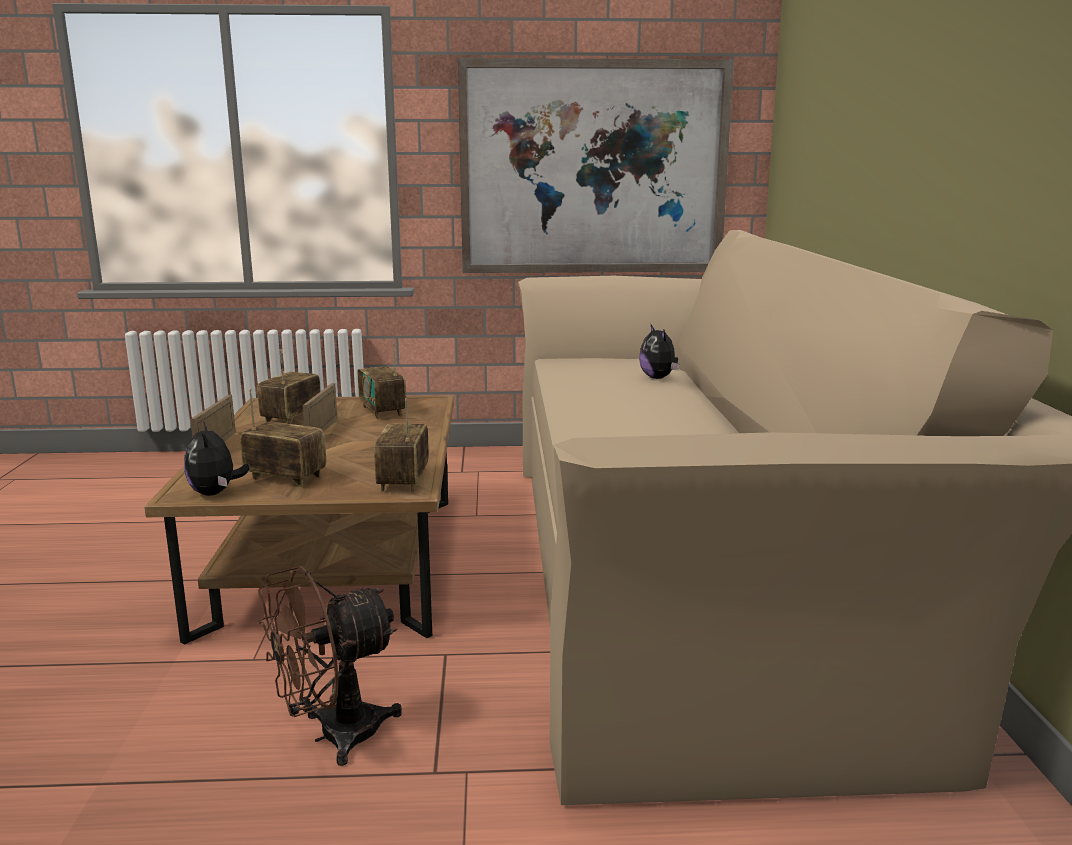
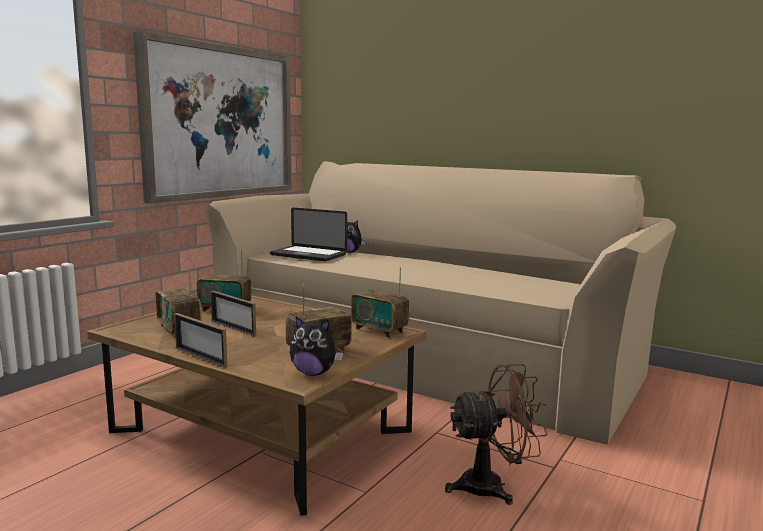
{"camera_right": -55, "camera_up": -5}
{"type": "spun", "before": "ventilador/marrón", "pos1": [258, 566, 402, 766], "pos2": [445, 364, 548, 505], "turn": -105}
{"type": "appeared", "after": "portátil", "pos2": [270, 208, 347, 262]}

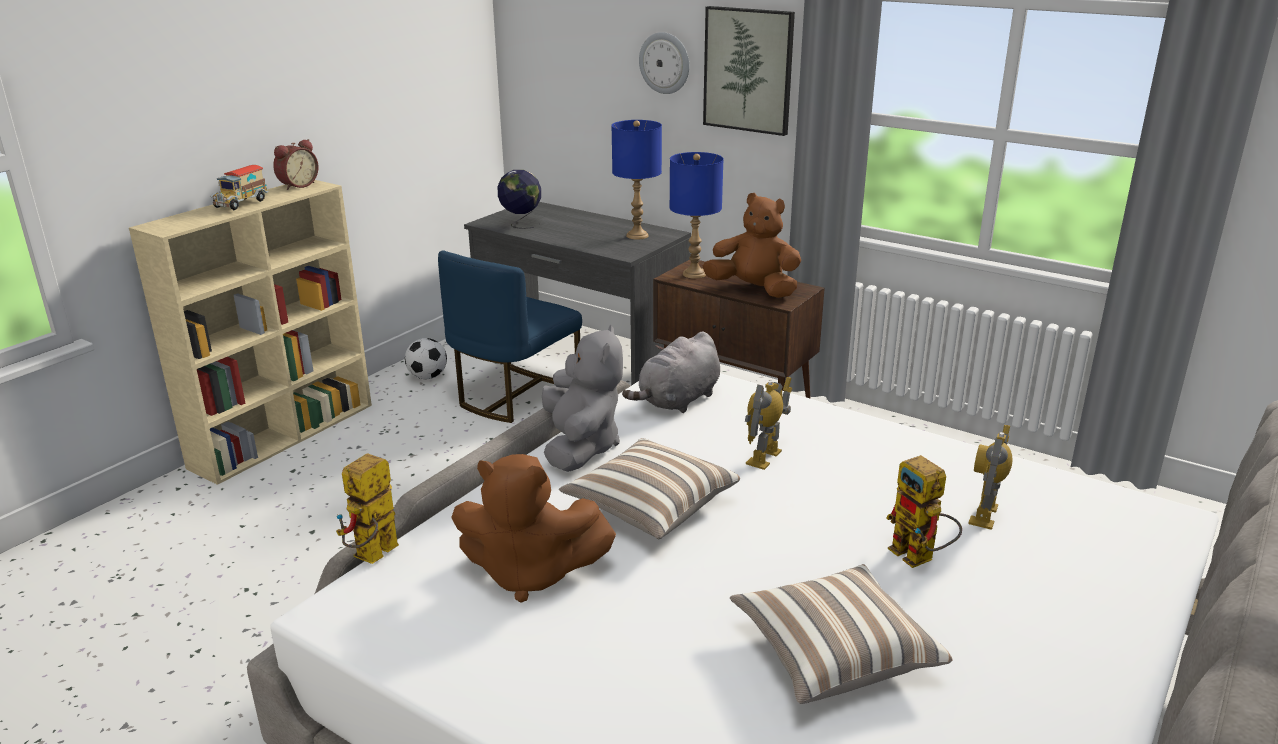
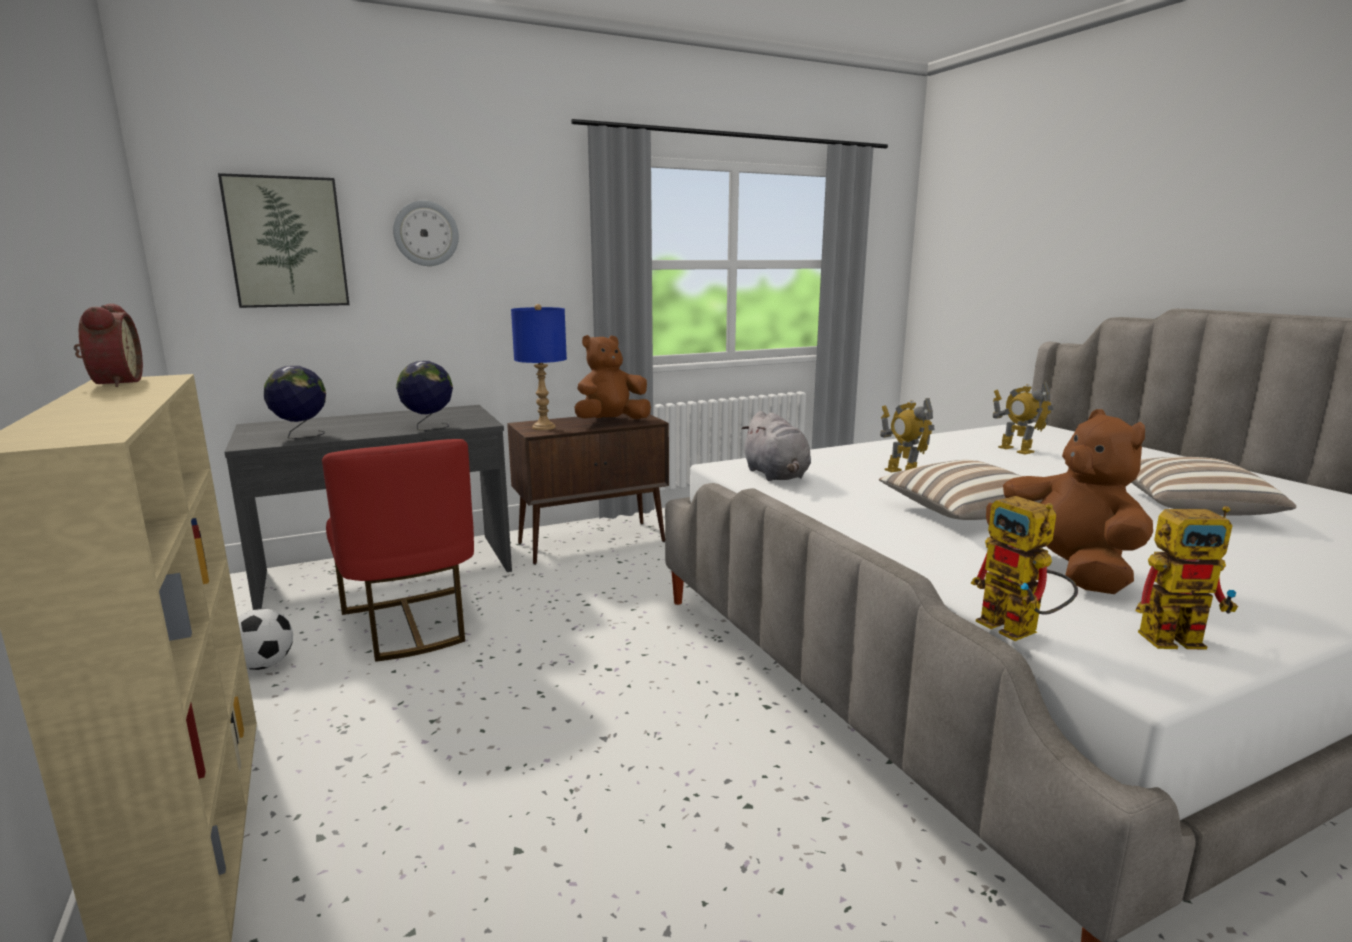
{"camera_right": -60, "camera_up": -10}
{"type": "relocated", "before": "cuadro", "pos1": [703, 6, 795, 136], "pos2": [218, 173, 349, 308]}
{"type": "missing", "before": "lámpara de mesa/azul", "pos1": [611, 120, 662, 240]}
{"type": "missing", "before": "camión de juguete", "pos1": [209, 165, 269, 210]}
{"type": "colour", "before": "silla/azul", "after": "silla/rojo", "pos1": [438, 250, 582, 423], "pos2": [322, 439, 474, 662]}
{"type": "missing", "before": "peluche/gris", "pos1": [542, 324, 623, 472]}
{"type": "spun", "before": "peluche/marrón", "pos1": [451, 454, 616, 603], "pos2": [986, 409, 1153, 594], "turn": -60}
{"type": "relocated", "before": "robot de juguete", "pos1": [886, 455, 962, 568], "pos2": [1136, 506, 1238, 650]}
{"type": "appeared", "after": "globo terráqueo", "pos2": [396, 361, 453, 431]}

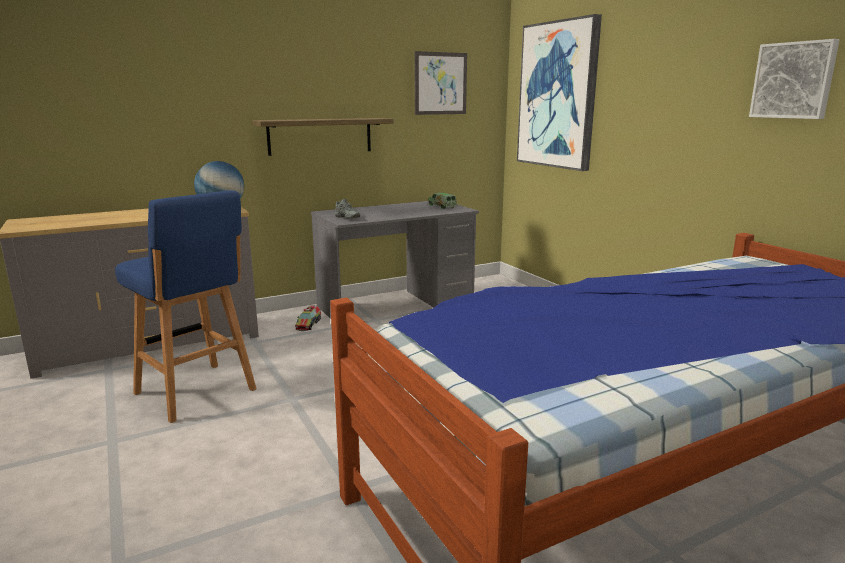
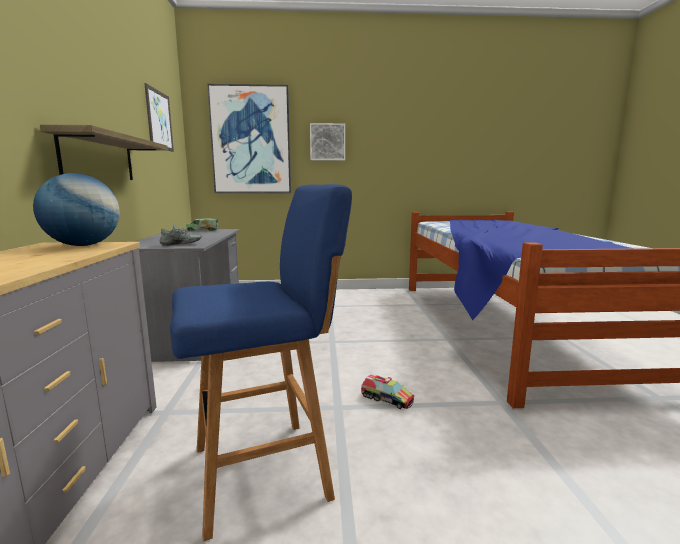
{"camera_right": -65, "camera_up": -5}
{"type": "relocated", "before": "cuadro", "pos1": [749, 39, 840, 119], "pos2": [310, 123, 345, 160]}
{"type": "relocated", "before": "camión de juguete", "pos1": [295, 305, 321, 331], "pos2": [361, 374, 414, 409]}

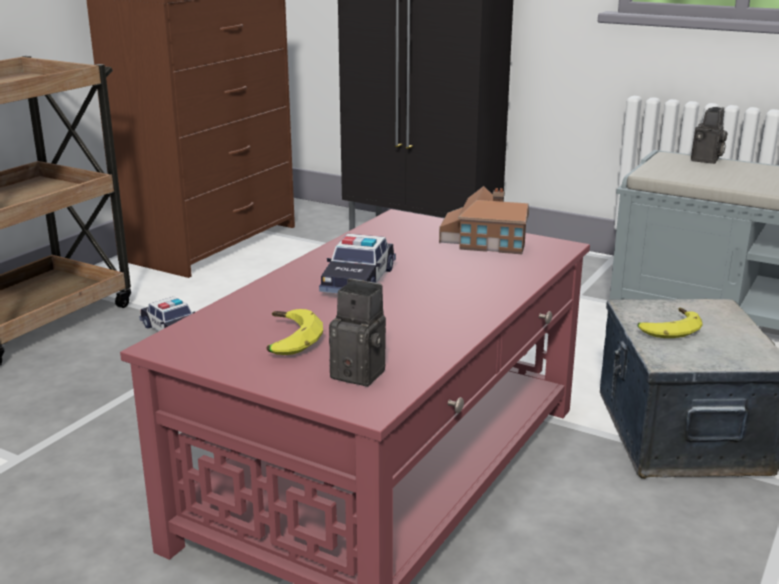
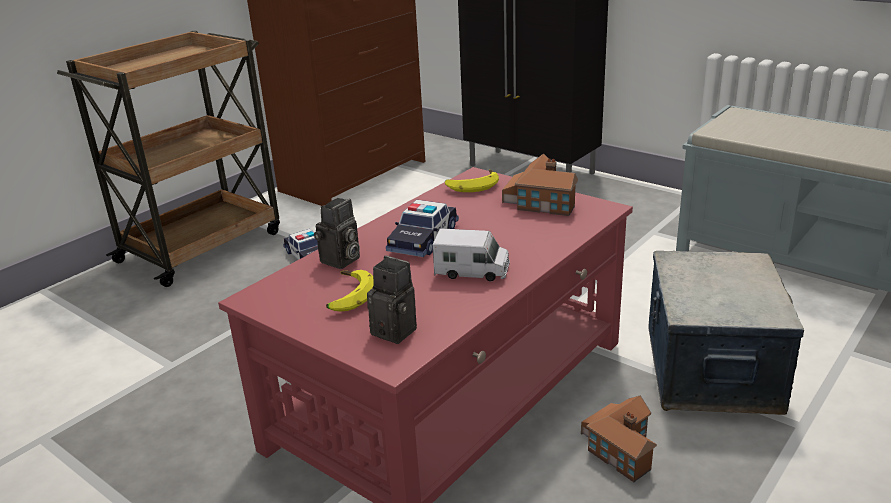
{"camera_right": 10, "camera_up": 5}
{"type": "relocated", "before": "cámara", "pos1": [691, 107, 727, 164], "pos2": [314, 198, 360, 269]}
{"type": "relocated", "before": "plátano", "pos1": [637, 308, 703, 338], "pos2": [445, 169, 499, 192]}
{"type": "appeared", "after": "camión de juguete", "pos2": [433, 228, 510, 282]}
{"type": "appeared", "after": "casita", "pos2": [581, 395, 657, 482]}

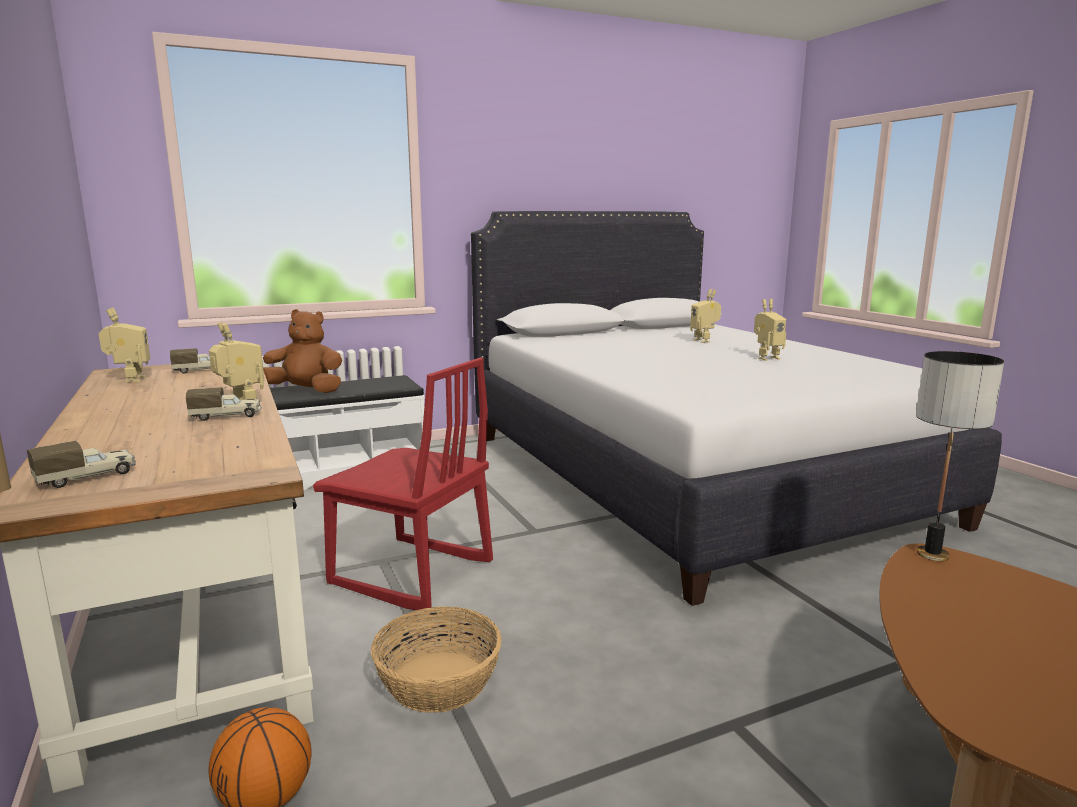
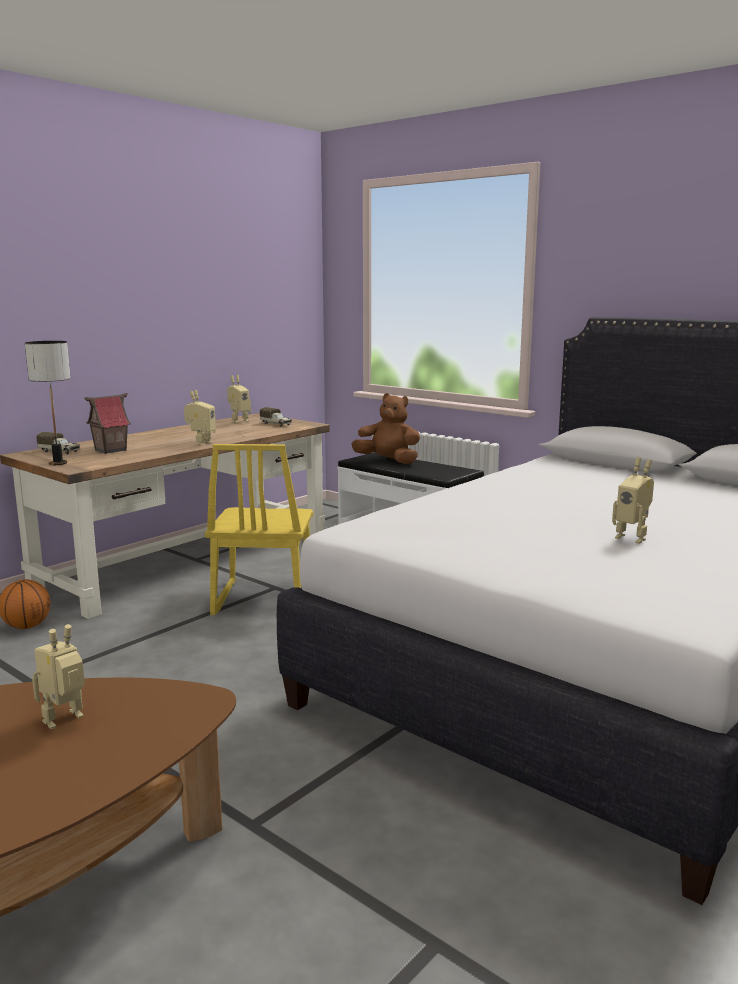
{"camera_right": 65, "camera_up": 0}
{"type": "relocated", "before": "robot de juguete", "pos1": [690, 289, 721, 343], "pos2": [32, 624, 85, 729]}
{"type": "spun", "before": "peluche/marrón", "pos1": [263, 309, 342, 393], "pos2": [351, 393, 420, 464], "turn": -45}
{"type": "relocated", "before": "lámpara de mesa", "pos1": [916, 351, 1004, 561], "pos2": [25, 341, 71, 465]}
{"type": "colour", "before": "silla/rojo", "after": "silla/amarillo", "pos1": [313, 358, 493, 612], "pos2": [205, 444, 313, 615]}
{"type": "missing", "before": "camión de juguete", "pos1": [186, 387, 262, 421]}
{"type": "missing", "before": "cesta", "pos1": [371, 606, 502, 713]}
{"type": "appeared", "after": "casita", "pos2": [84, 393, 131, 454]}

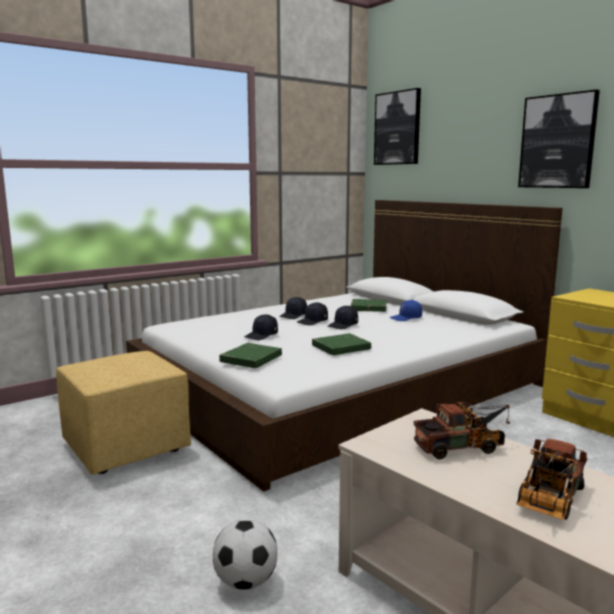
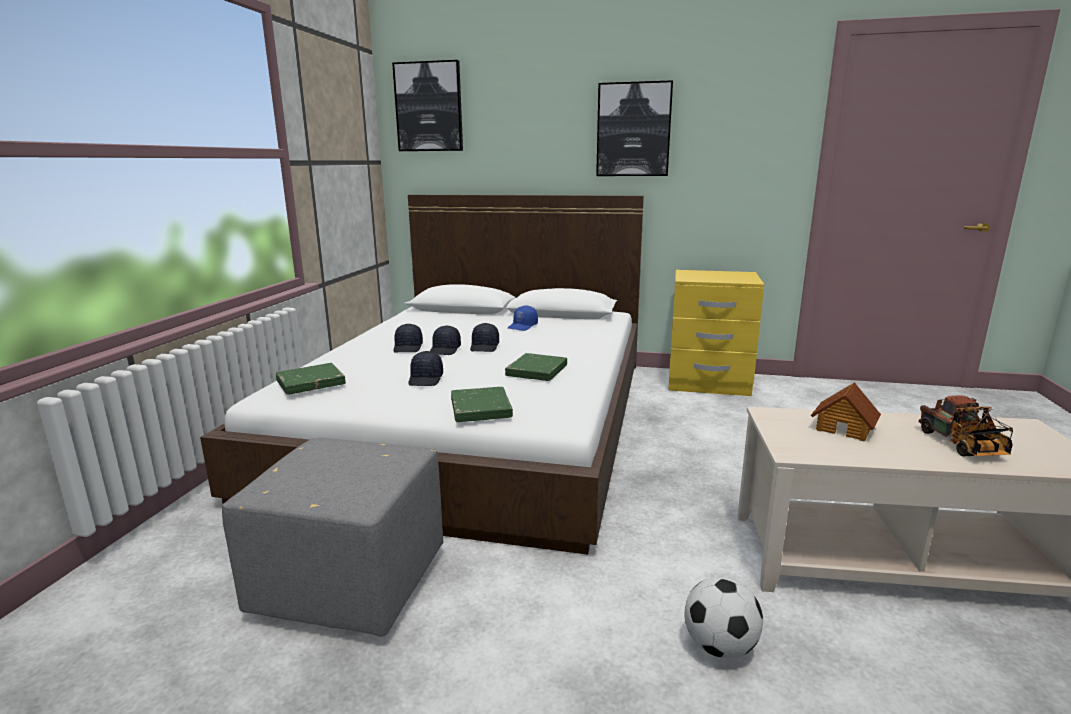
{"camera_right": -40, "camera_up": 5}
{"type": "relocated", "before": "libro/verde", "pos1": [351, 299, 386, 312], "pos2": [276, 363, 346, 395]}
{"type": "colour", "before": "puf/amarillo", "after": "puf/gris", "pos1": [56, 351, 191, 475], "pos2": [222, 438, 443, 637]}
{"type": "exchanged", "before": "camión de juguete", "after": "casita", "pos1": [414, 402, 510, 459], "pos2": [811, 382, 881, 441]}

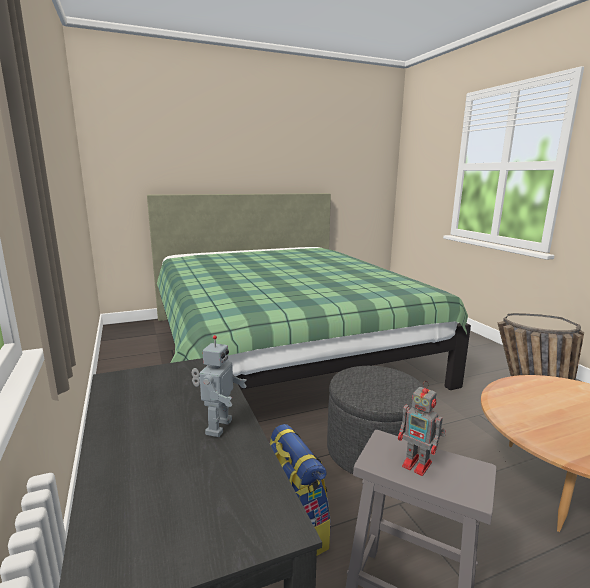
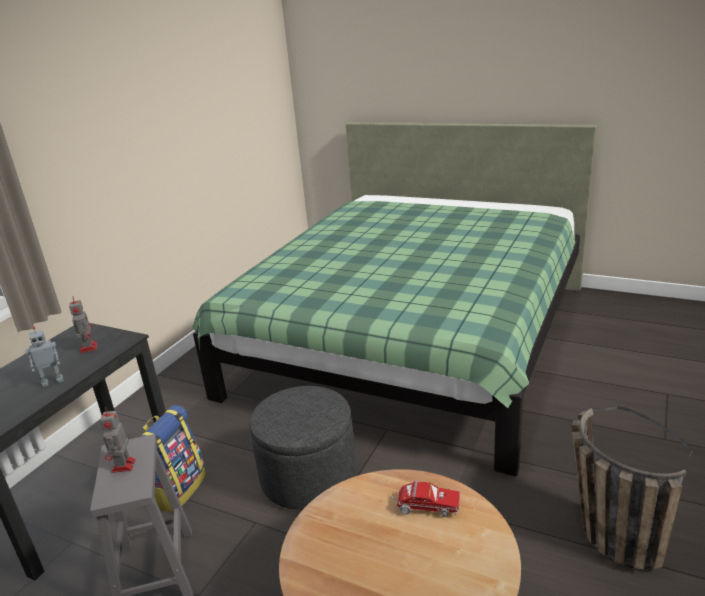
{"camera_right": 50, "camera_up": 10}
{"type": "appeared", "after": "robot de juguete", "pos2": [69, 296, 97, 353]}
{"type": "appeared", "after": "camión de juguete", "pos2": [391, 481, 460, 517]}

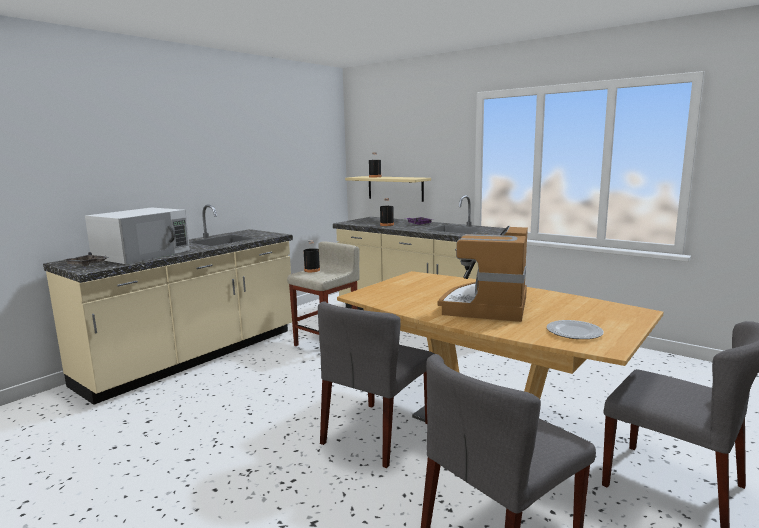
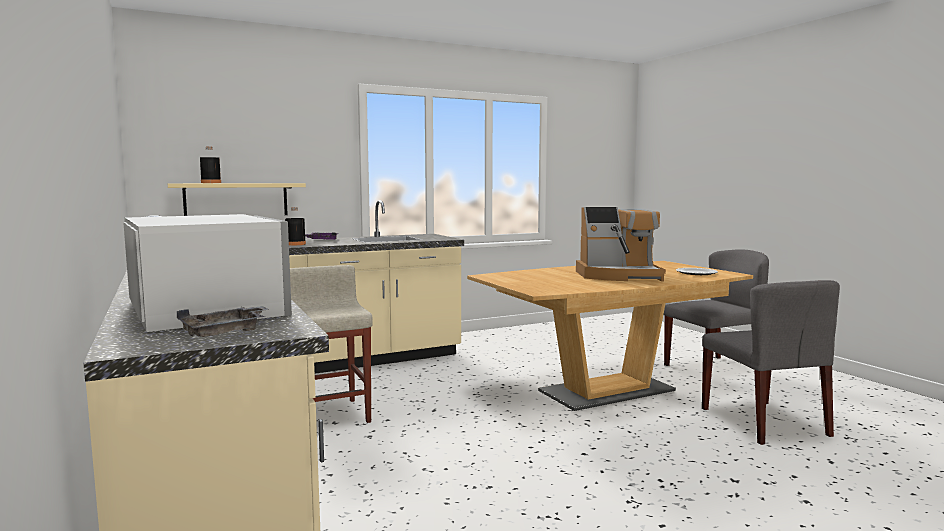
{"camera_right": -65, "camera_up": -5}
{"type": "spun", "before": "cafetera", "pos1": [438, 226, 528, 322], "pos2": [576, 207, 666, 282], "turn": -45}
{"type": "missing", "before": "botella/negro", "pos1": [304, 241, 320, 272]}
{"type": "missing", "before": "silla/gris", "pos1": [318, 301, 434, 468]}

